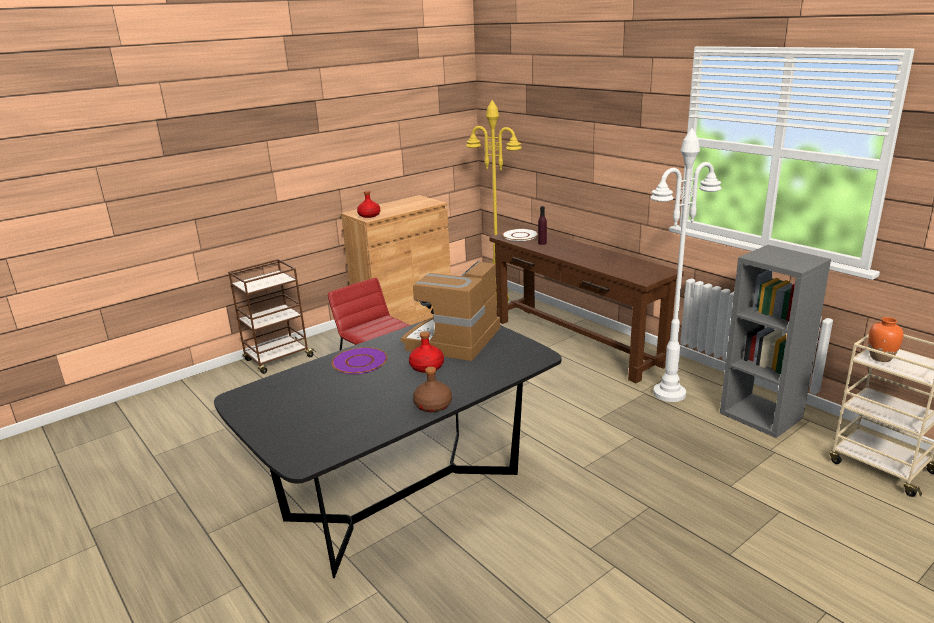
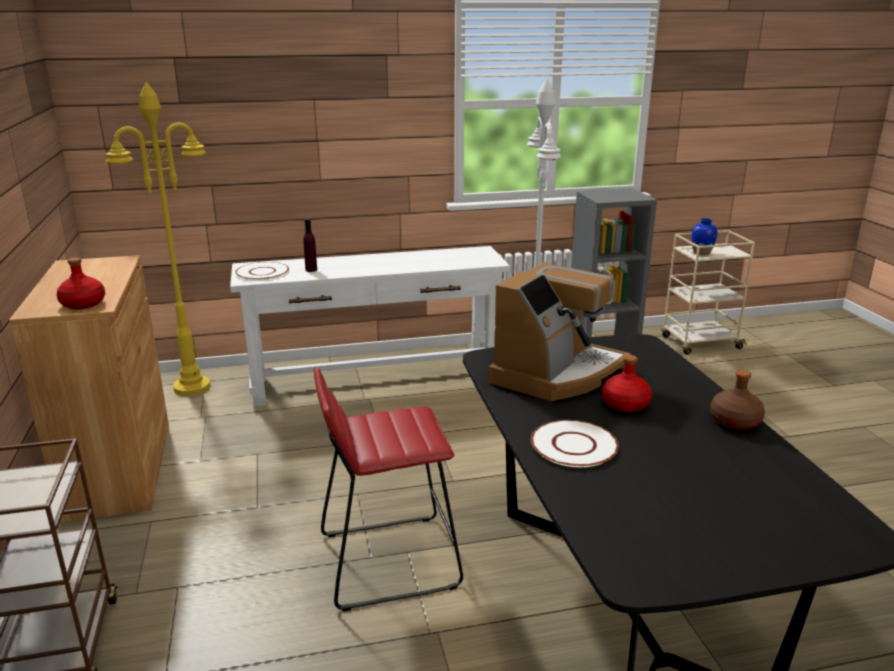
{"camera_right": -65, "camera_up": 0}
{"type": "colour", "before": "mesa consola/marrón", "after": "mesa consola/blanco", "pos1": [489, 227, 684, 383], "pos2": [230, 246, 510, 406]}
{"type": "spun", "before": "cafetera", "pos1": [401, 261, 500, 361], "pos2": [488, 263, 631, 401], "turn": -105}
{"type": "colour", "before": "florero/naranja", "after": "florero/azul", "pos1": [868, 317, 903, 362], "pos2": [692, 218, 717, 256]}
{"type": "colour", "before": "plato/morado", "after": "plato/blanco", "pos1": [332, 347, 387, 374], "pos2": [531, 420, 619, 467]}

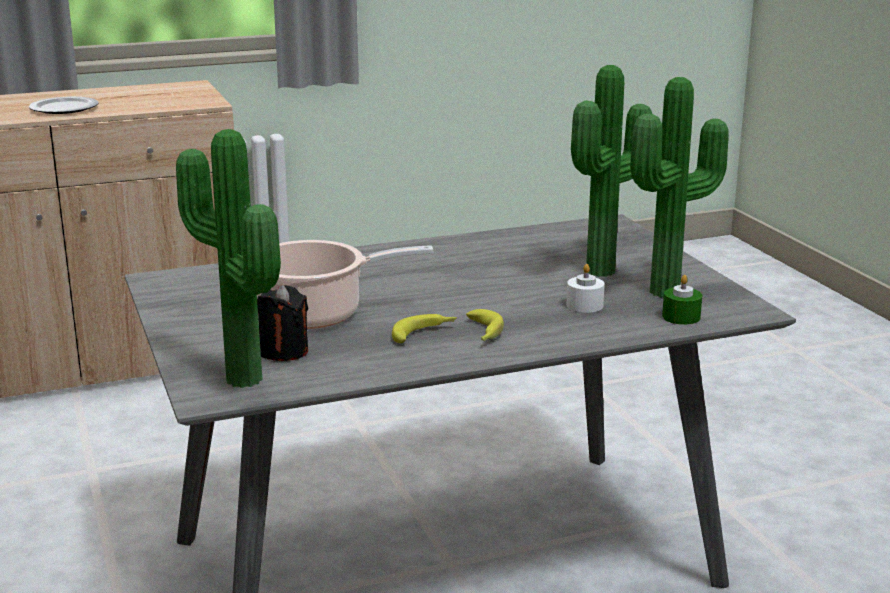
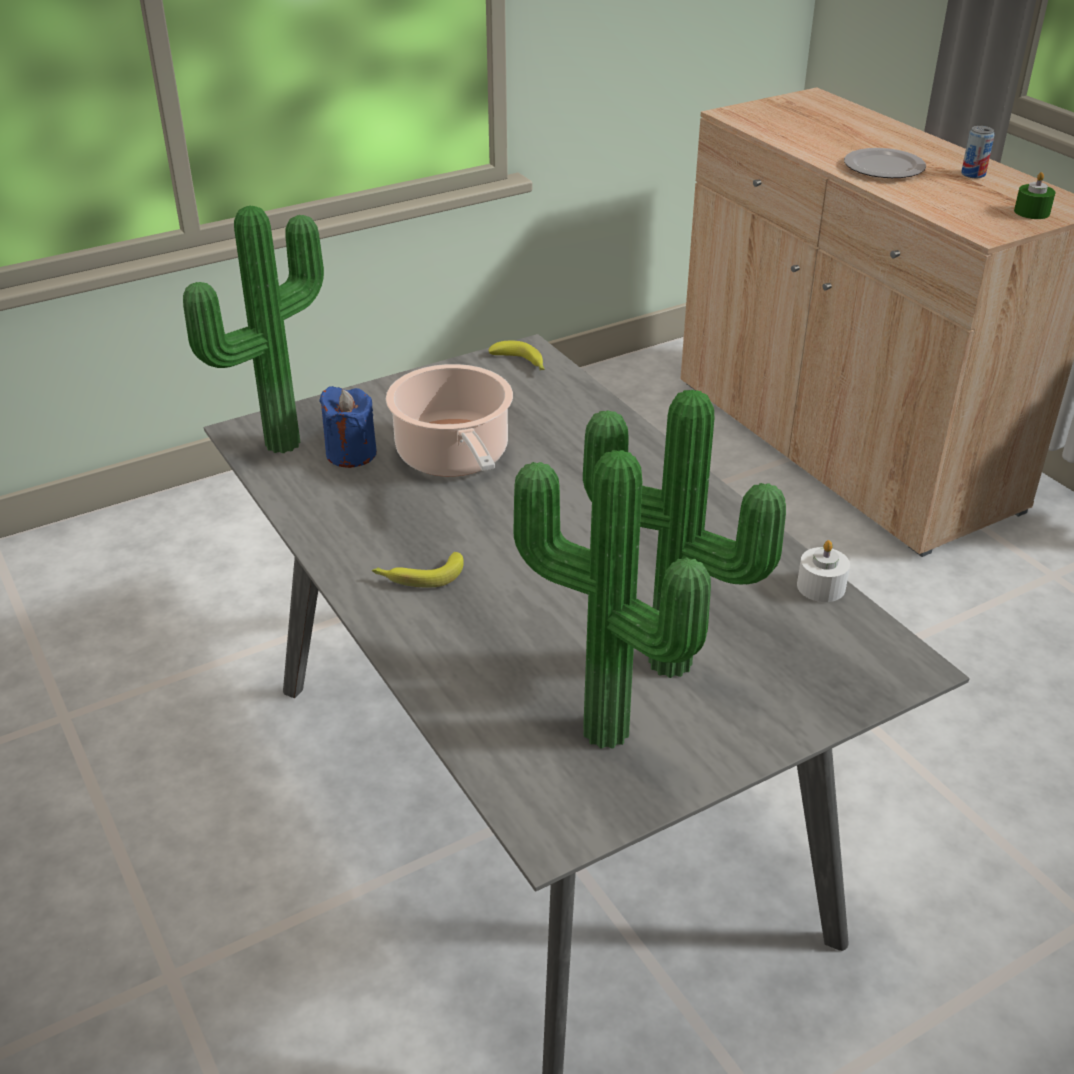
{"camera_right": 80, "camera_up": 15}
{"type": "relocated", "before": "vela/blanco", "pos1": [567, 264, 605, 313], "pos2": [797, 540, 850, 602]}
{"type": "relocated", "before": "vela/verde", "pos1": [662, 275, 702, 325], "pos2": [1014, 172, 1055, 219]}
{"type": "colour", "before": "vela/negro", "after": "vela/azul", "pos1": [257, 285, 308, 361], "pos2": [319, 386, 377, 468]}
{"type": "relocated", "before": "plátano", "pos1": [392, 314, 457, 343], "pos2": [489, 340, 545, 370]}
{"type": "appeared", "after": "lata", "pos2": [961, 126, 995, 178]}

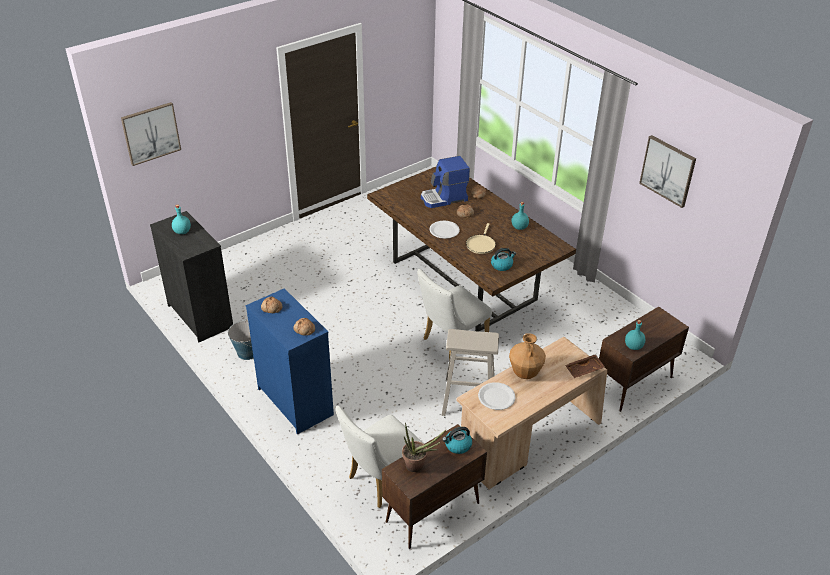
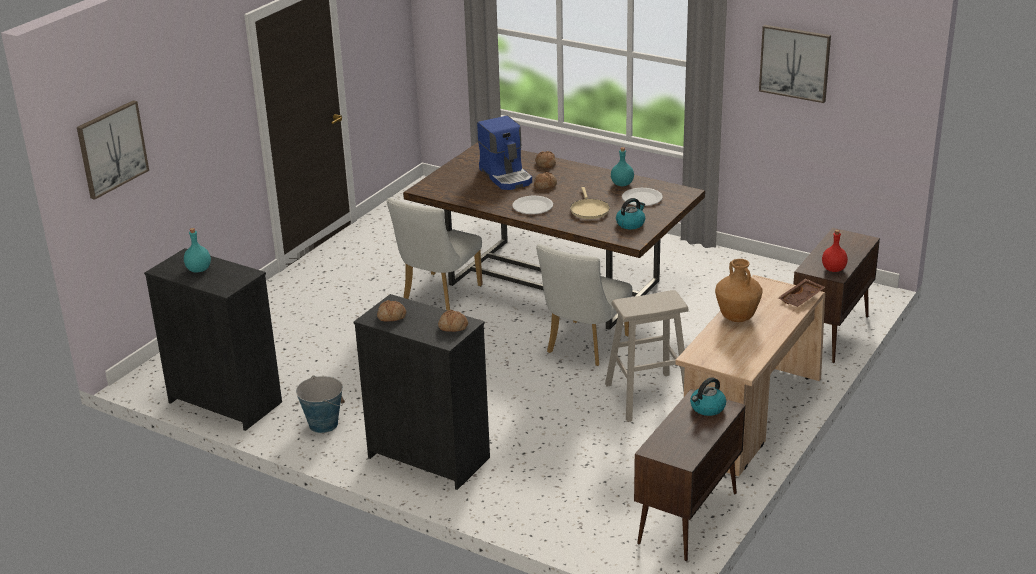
{"camera_right": -20, "camera_up": -10}
{"type": "spun", "before": "cafetera", "pos1": [421, 156, 470, 208], "pos2": [477, 116, 532, 190], "turn": -75}
{"type": "colour", "before": "cómoda/azul", "after": "cómoda/negro", "pos1": [246, 288, 334, 435], "pos2": [354, 294, 490, 490]}
{"type": "colour", "before": "botella/turquesa", "after": "botella/rojo", "pos1": [625, 320, 645, 350], "pos2": [822, 230, 848, 272]}
{"type": "relocated", "before": "plato/blanco", "pos1": [478, 382, 516, 410], "pos2": [622, 188, 663, 206]}
{"type": "relocated", "before": "silla/blanco", "pos1": [335, 406, 424, 508], "pos2": [387, 198, 483, 311]}
{"type": "missing", "before": "planta en maceta", "pos1": [402, 422, 447, 472]}

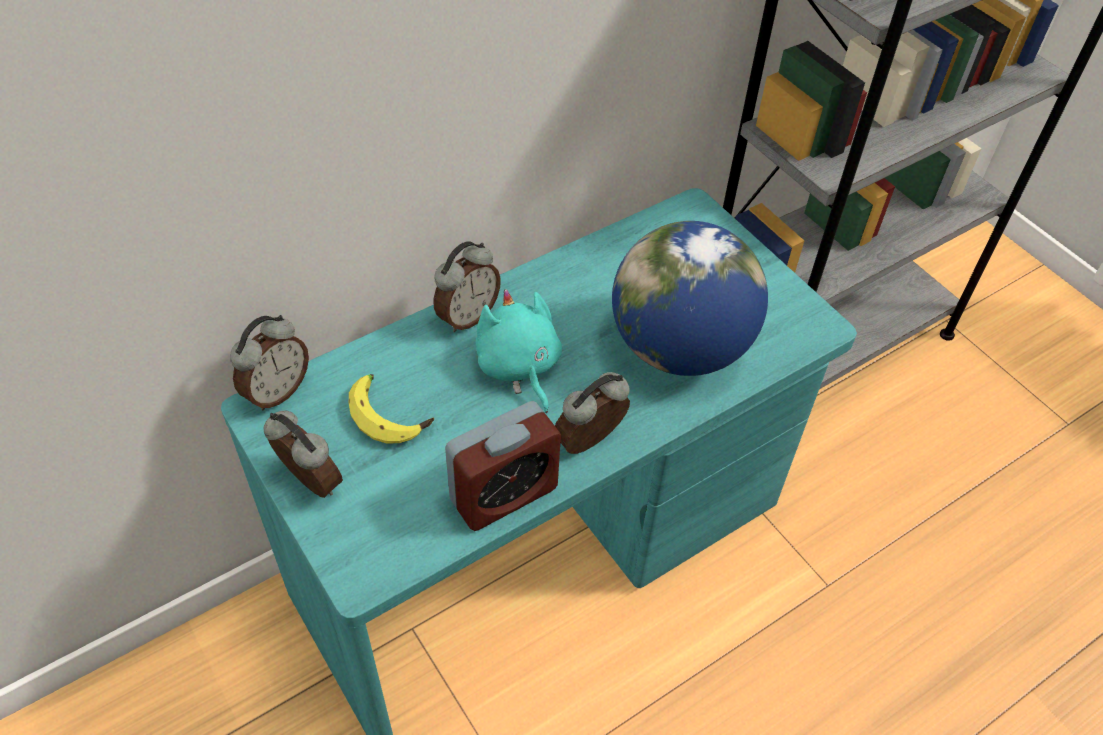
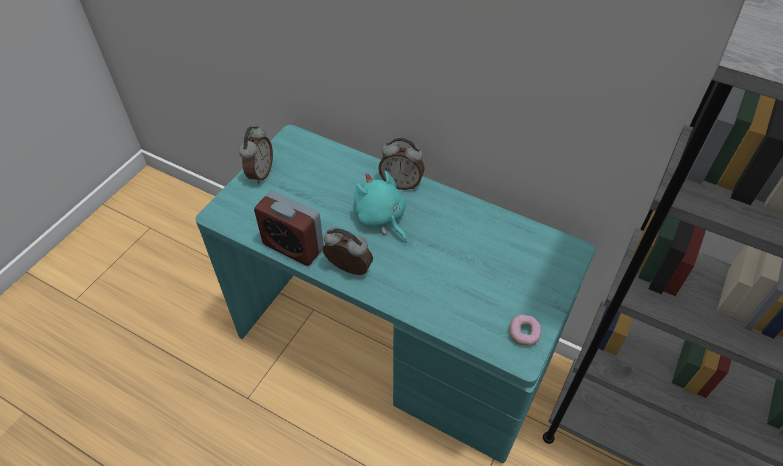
{"camera_right": 65, "camera_up": 0}
{"type": "missing", "before": "globo terráqueo", "pos1": [612, 221, 768, 376]}
{"type": "spun", "before": "peluche/turquesa", "pos1": [476, 289, 562, 413], "pos2": [353, 171, 407, 242], "turn": -75}
{"type": "missing", "before": "despertador", "pos1": [230, 315, 309, 410]}
{"type": "missing", "before": "plátano", "pos1": [349, 374, 434, 444]}
{"type": "appeared", "after": "rosquilla", "pos2": [509, 314, 541, 346]}

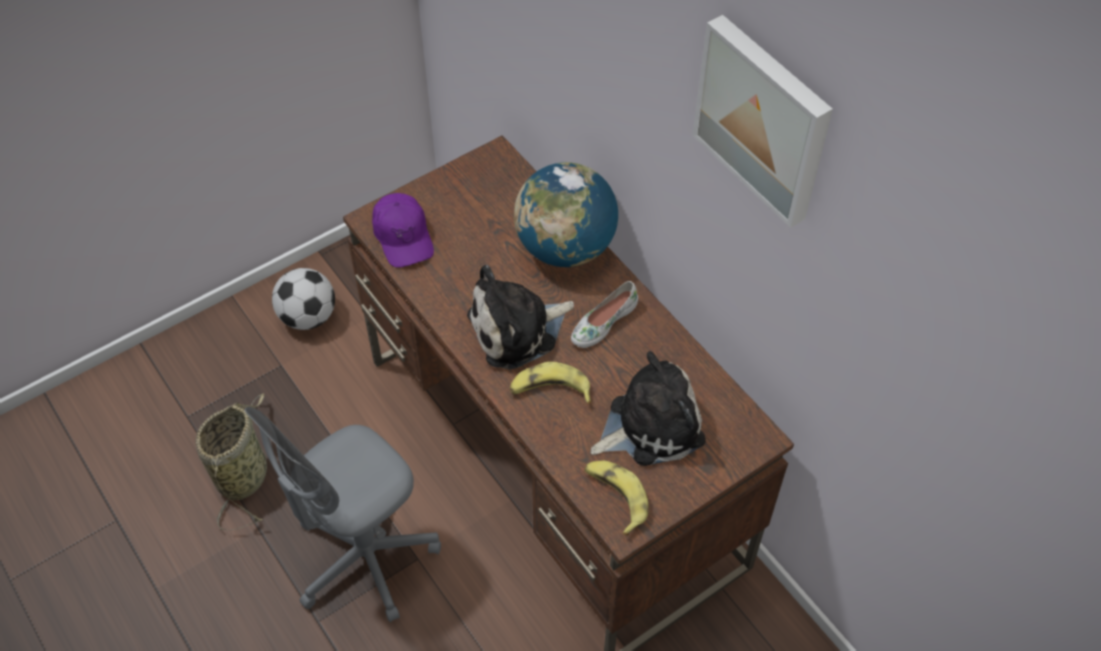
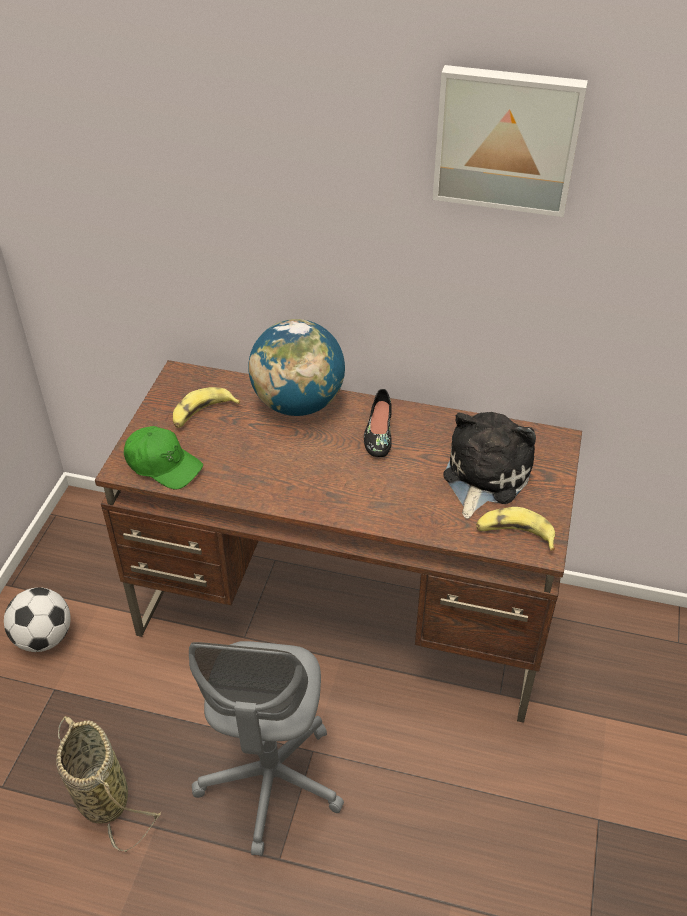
{"camera_right": -40, "camera_up": -10}
{"type": "colour", "before": "gorra/morado", "after": "gorra/verde", "pos1": [372, 193, 434, 268], "pos2": [124, 426, 203, 489]}
{"type": "missing", "before": "peluche", "pos1": [467, 265, 574, 369]}
{"type": "colour", "before": "zapato/blanco", "after": "zapato/negro", "pos1": [571, 281, 638, 348], "pos2": [364, 389, 392, 457]}
{"type": "relocated", "before": "plátano", "pos1": [510, 362, 592, 404], "pos2": [173, 387, 240, 428]}

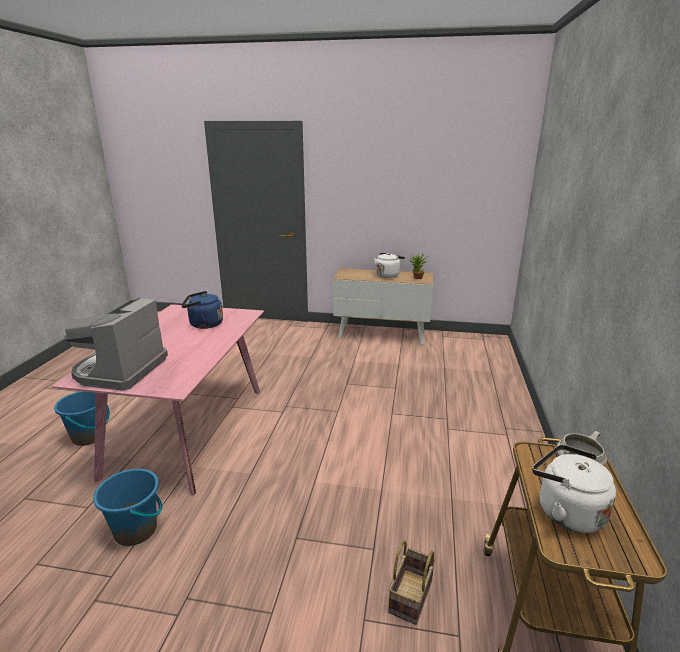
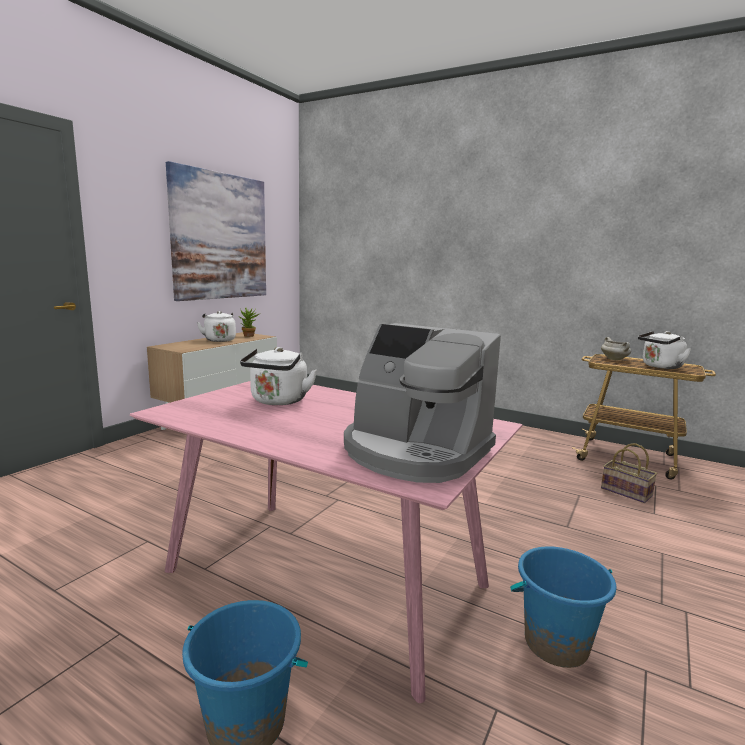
{"camera_right": -70, "camera_up": -10}
{"type": "colour", "before": "hervidor/azul", "after": "hervidor/blanco", "pos1": [181, 291, 223, 329], "pos2": [240, 347, 317, 405]}
{"type": "appeared", "after": "cuadro", "pos2": [166, 161, 266, 301]}

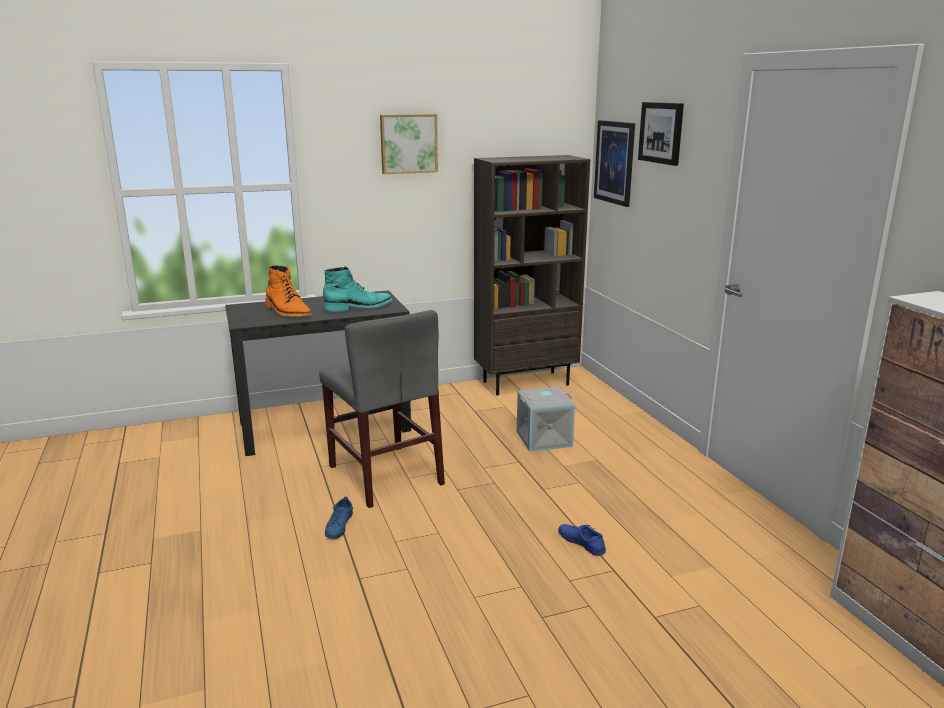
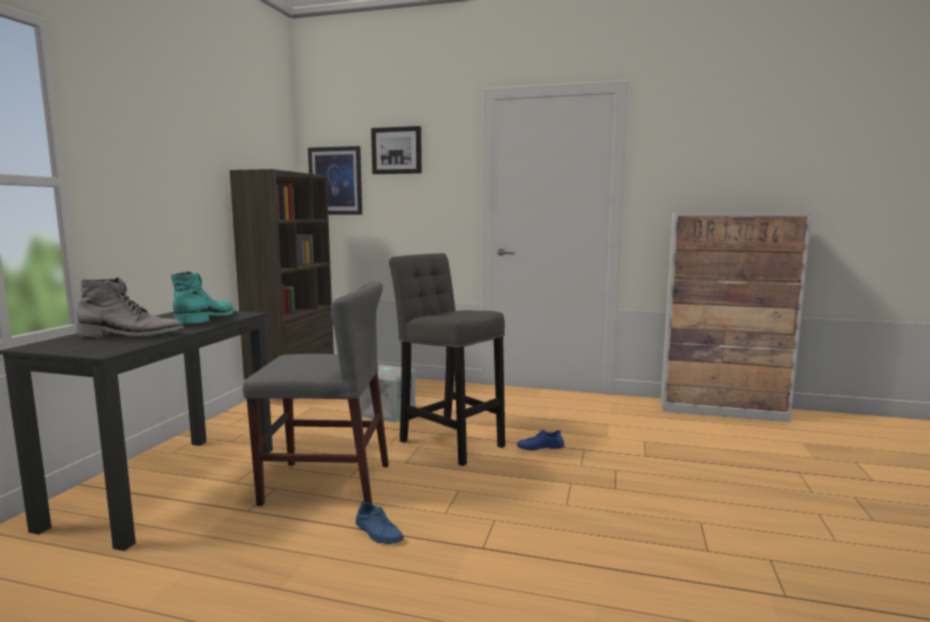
{"camera_right": -55, "camera_up": -10}
{"type": "missing", "before": "cuadro", "pos1": [380, 114, 438, 174]}
{"type": "colour", "before": "bota/naranja", "after": "bota/gris", "pos1": [265, 265, 312, 317], "pos2": [76, 278, 184, 338]}
{"type": "appeared", "after": "taburete/gris", "pos2": [389, 253, 505, 466]}

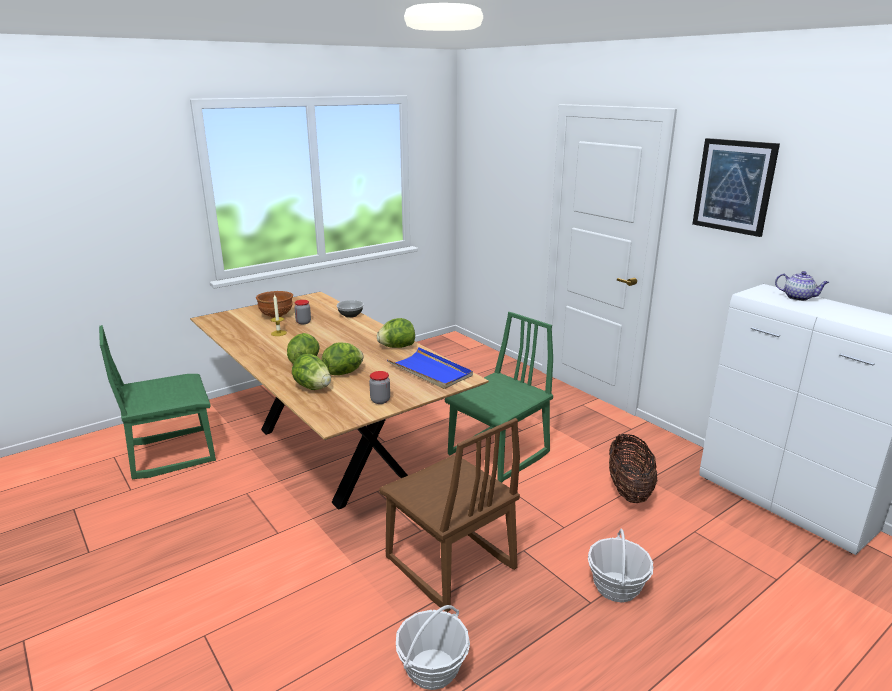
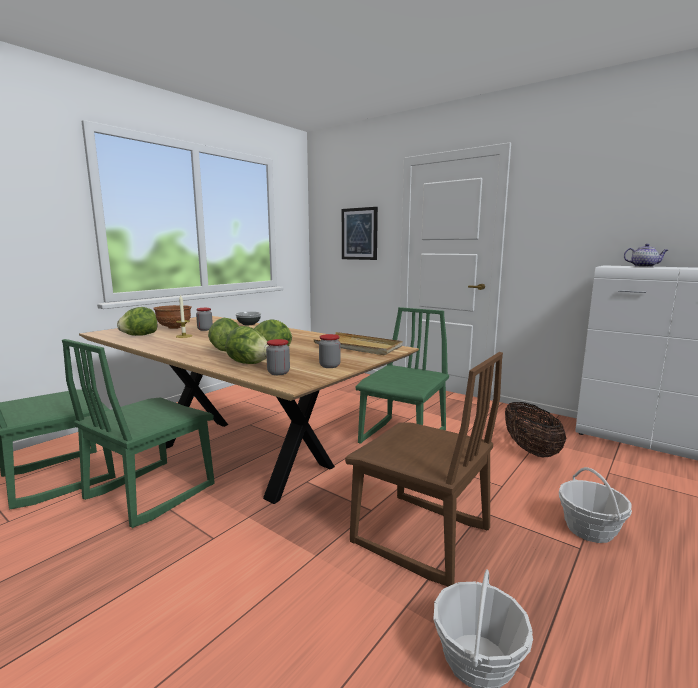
{"camera_right": -15, "camera_up": -10}
{"type": "relocated", "before": "cuadro", "pos1": [692, 138, 780, 237], "pos2": [342, 207, 378, 260]}
{"type": "relocated", "before": "lechuga", "pos1": [377, 318, 415, 348], "pos2": [117, 307, 157, 336]}
{"type": "colour", "before": "bandeja/azul", "after": "bandeja/beis", "pos1": [387, 347, 473, 389], "pos2": [313, 332, 402, 355]}
{"type": "appeared", "after": "silla/verde", "pos2": [62, 339, 215, 528]}
{"type": "appeared", "after": "tarro", "pos2": [266, 339, 290, 375]}

